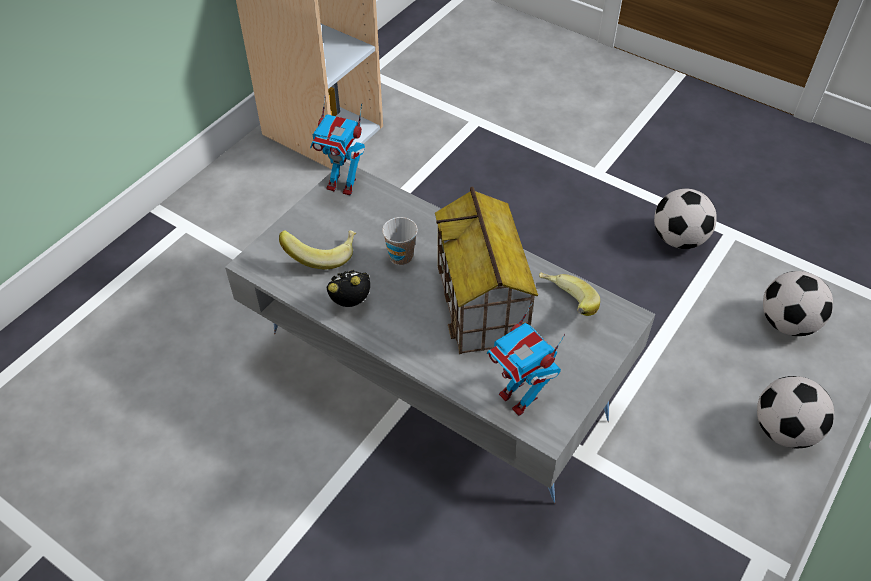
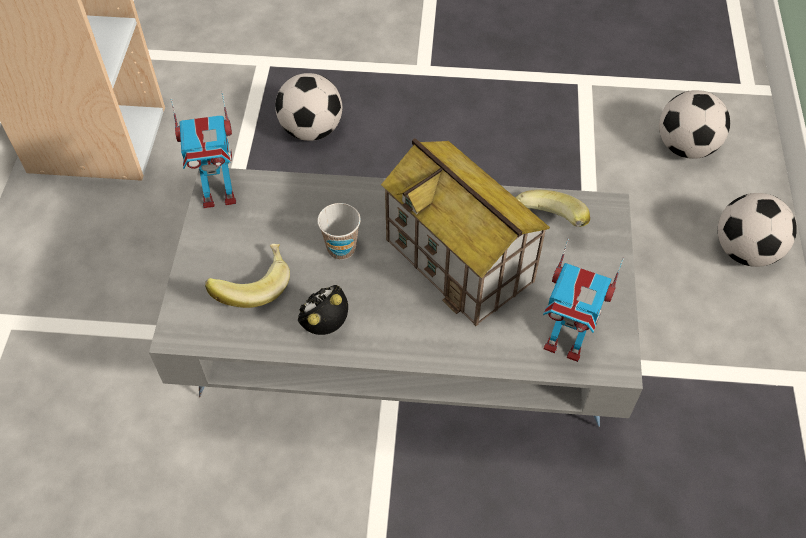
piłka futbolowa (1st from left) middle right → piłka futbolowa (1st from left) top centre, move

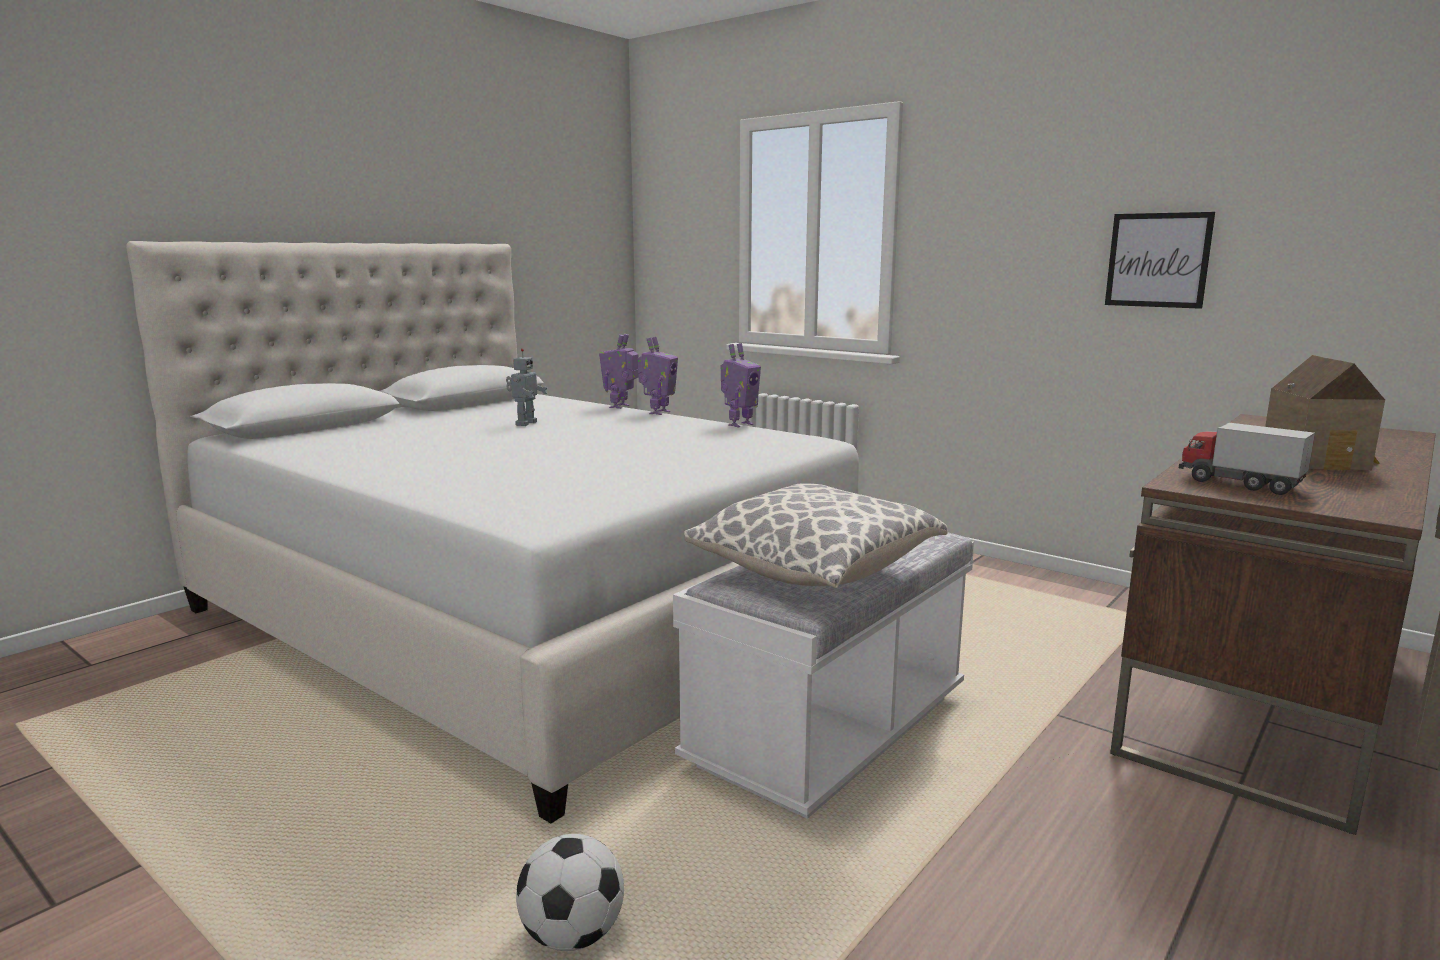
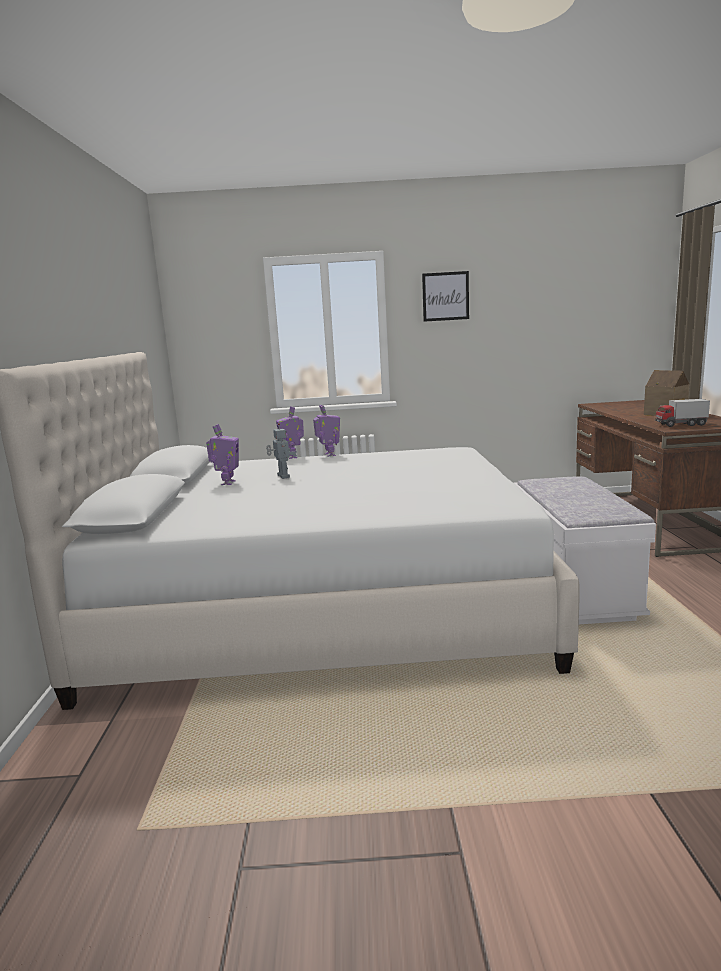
piłka futbolowa bottom centre → -
poduszka centre → -
robot zabawkowy (4th from left in the first image) centre → robot zabawkowy (1st from left) middle left, move
obraz top right → obraz top centre, move

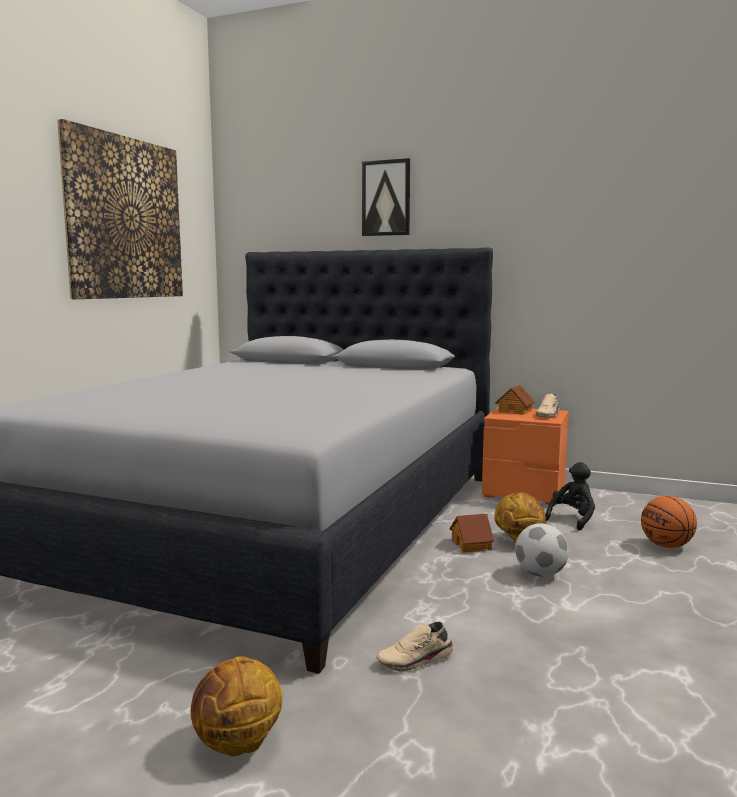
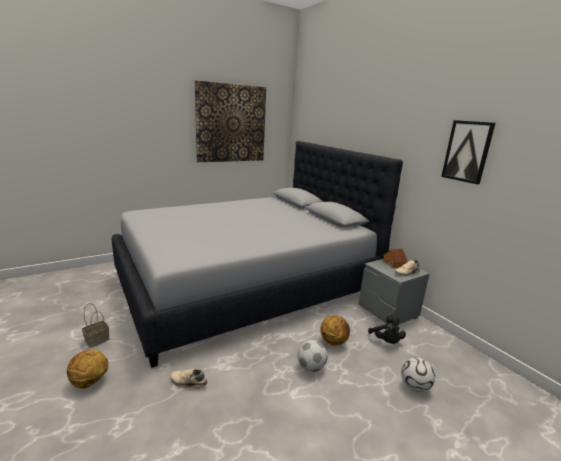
obraz (2nd from left) top centre → obraz (2nd from left) top right, move
domek (1st from left) bottom centre → -
szafka nocna [pomarańczowy] middle right → szafka nocna [szary] middle right
pluszak [czarny] middle right → pluszak [czarny] bottom right, 90 degrees clockwise
piłka do koszykówki (3rd from left) middle right → piłka futbolowa (2nd from left) bottom right
- → koszyk bottom left

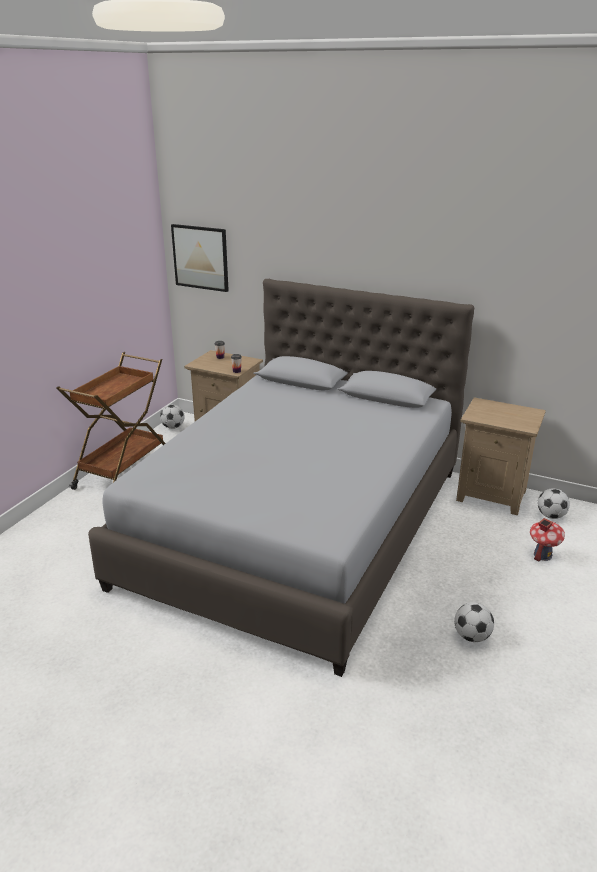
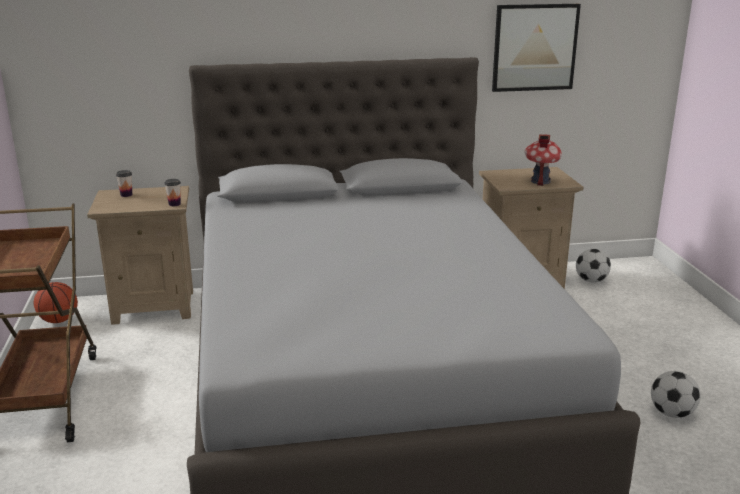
piłka futbolowa (1st from left) middle left → piłka do koszykówki middle left
obraz top centre → obraz top right, move
domek middle right → domek top right, move

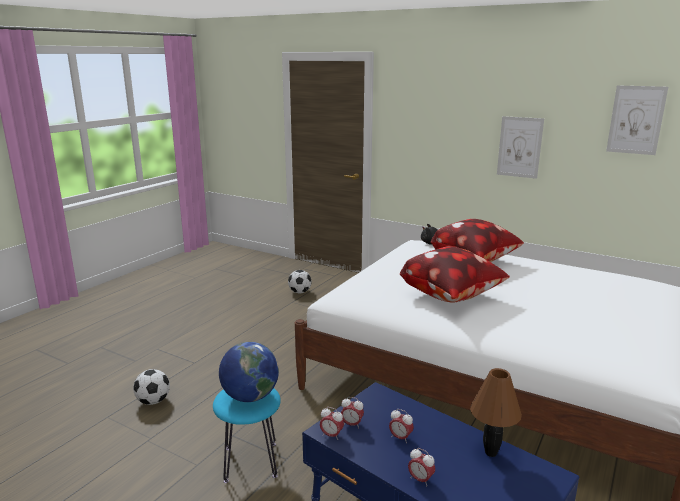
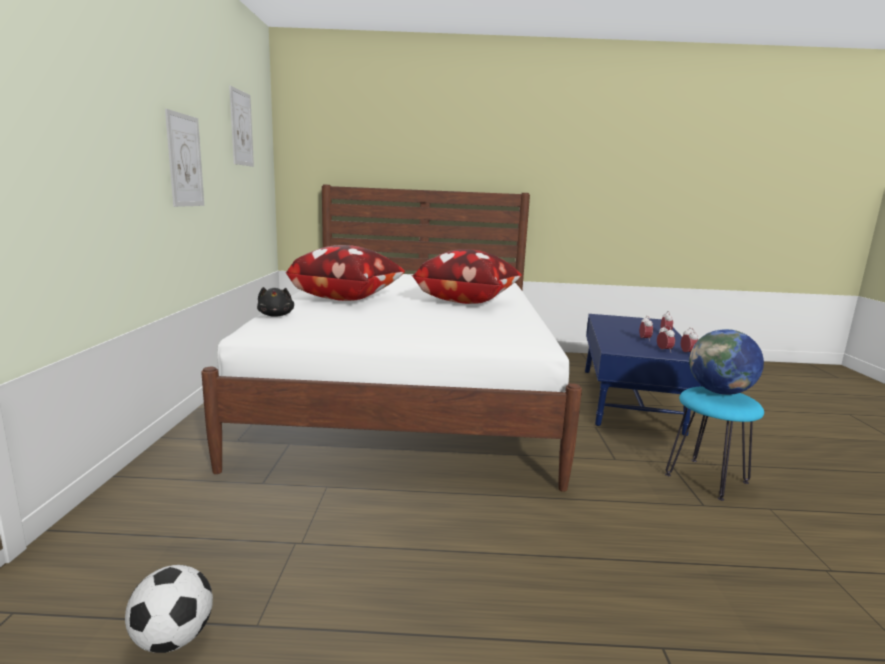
piłka futbolowa (1st from left) bottom left → -
lampa stołowa [brązowy] bottom right → -

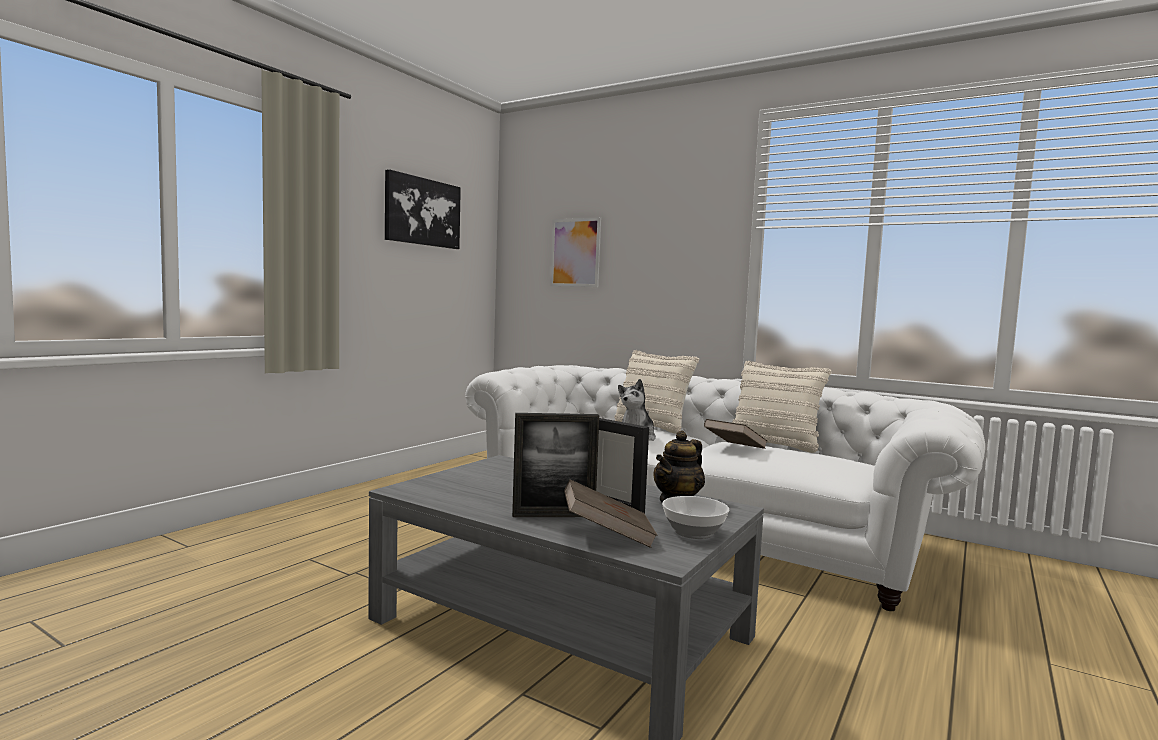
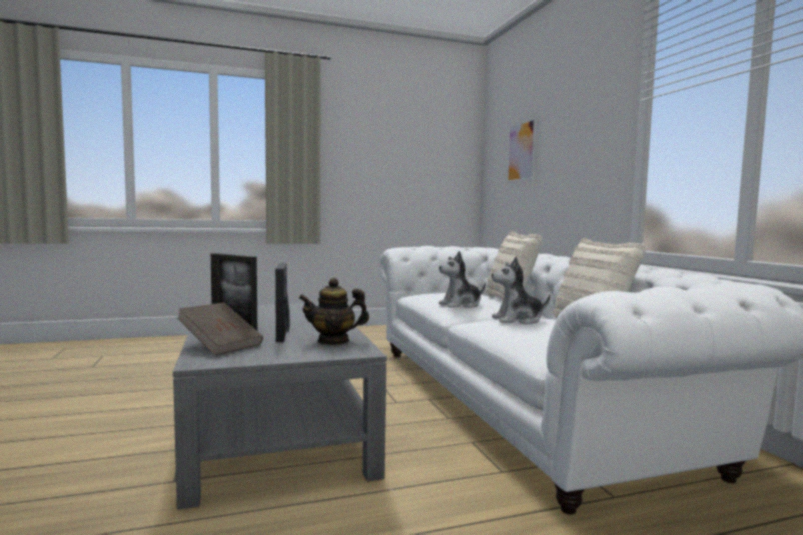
obraz (1st from left) top centre → -
miska bottom centre → -
książka [brązowy] (2nd from left) centre → pluszak (2nd from left) centre

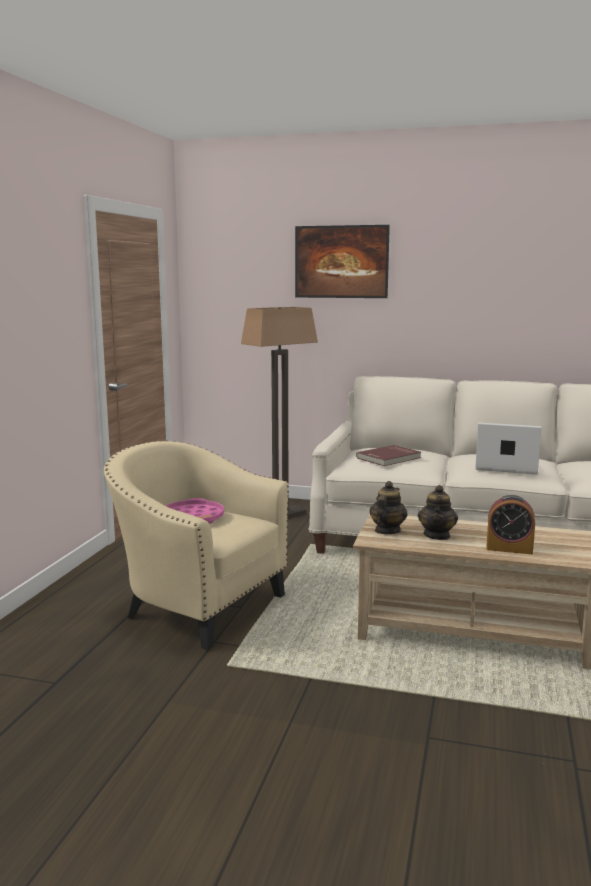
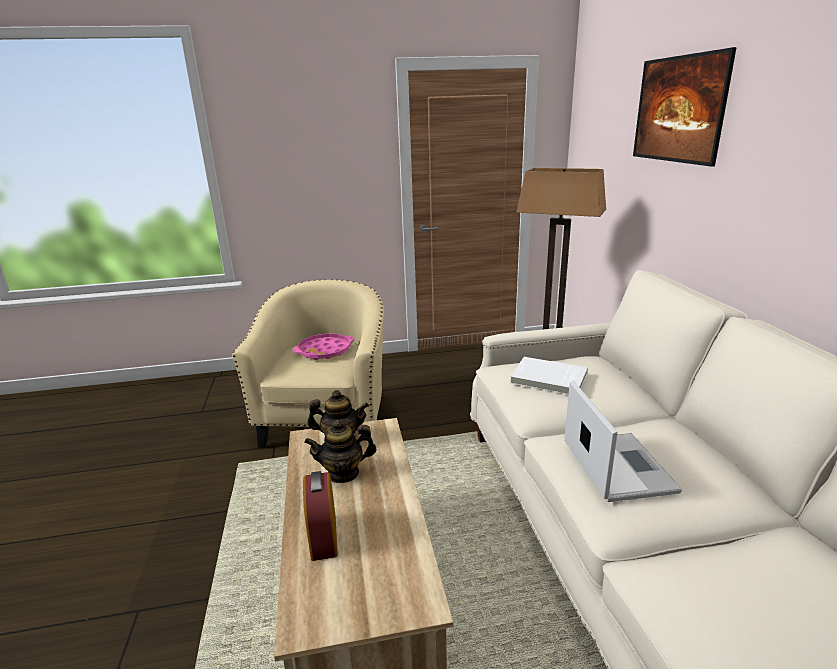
książka [czerwony] centre → książka [biały] centre

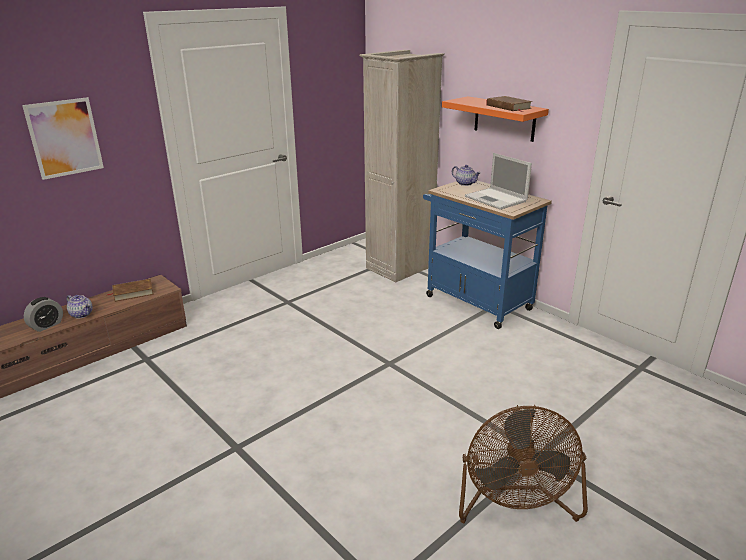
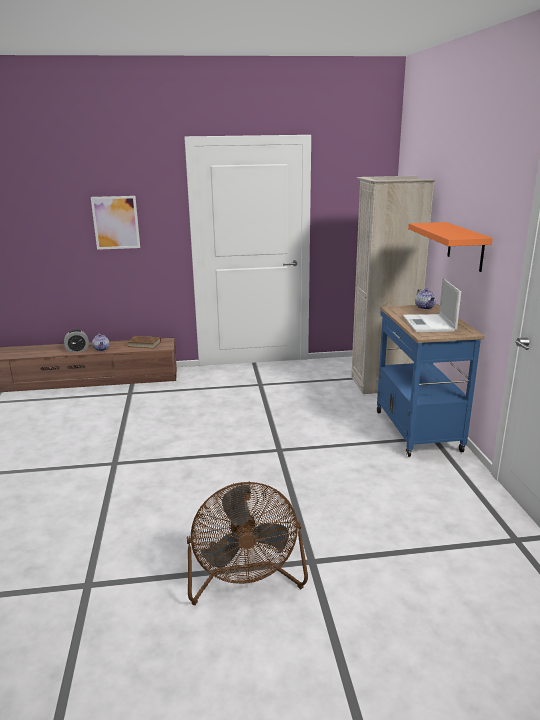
wentylator [brązowy] bottom right → wentylator [brązowy] bottom centre, 45 degrees counterclockwise
książka [brązowy] (2nd from left) top right → -

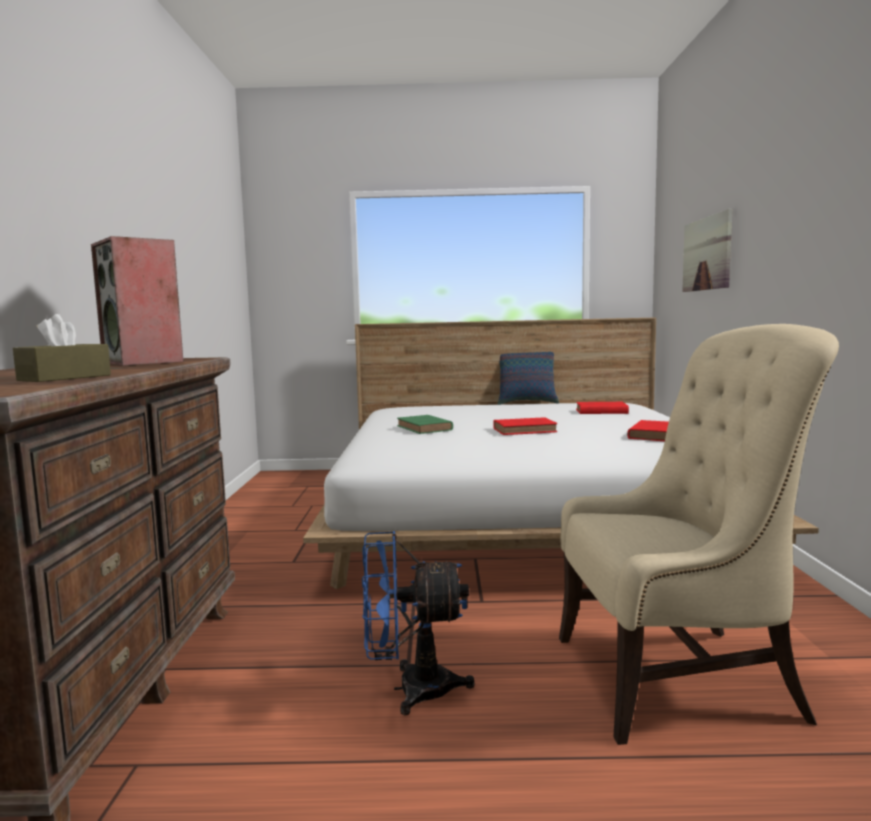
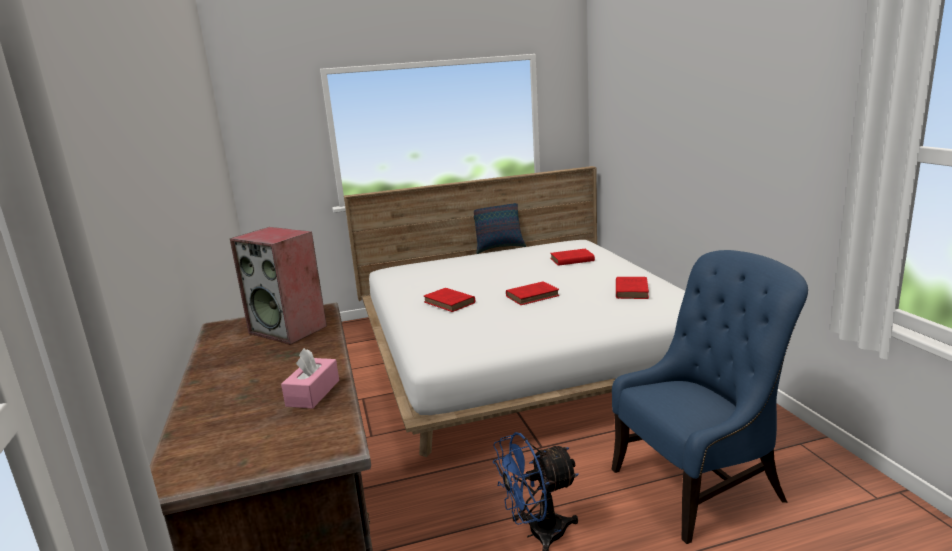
pudełko chusteczek [brązowy] middle left → pudełko chusteczek [różowy] bottom left
książka [zielony] centre → książka [czerwony] (1st from left) centre
krzesło [beżowy] middle right → krzesło [niebieski] bottom right
obraz top right → -

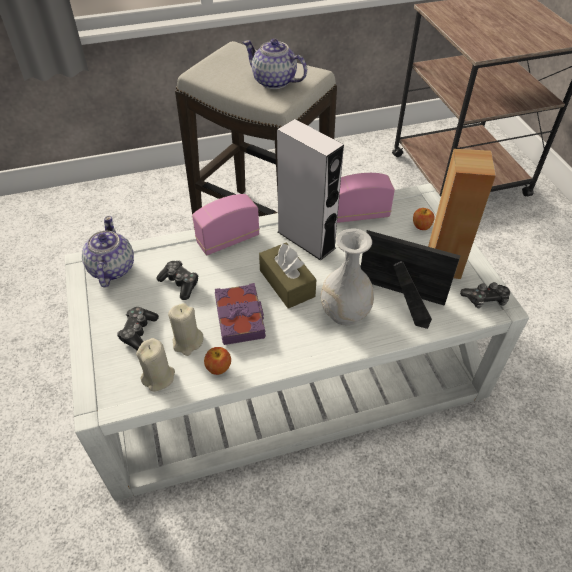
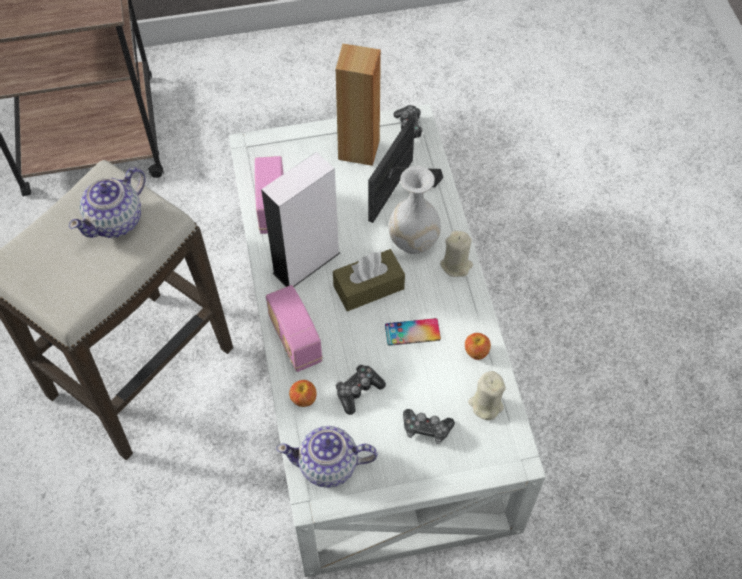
świeca [beżowy] (2nd from left in the first image) middle left → świeca [beżowy] (1st from left) centre, move
książka [fioletowy] centre → telefon centre
jabłko (2nd from left in the first image) middle right → jabłko (1st from left) bottom centre, move

